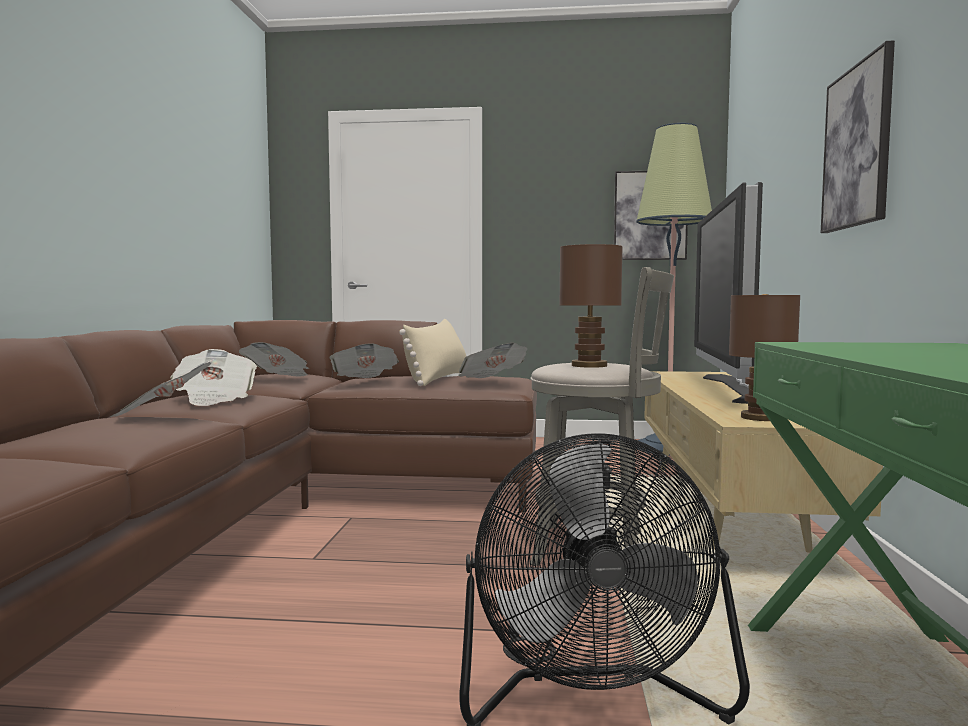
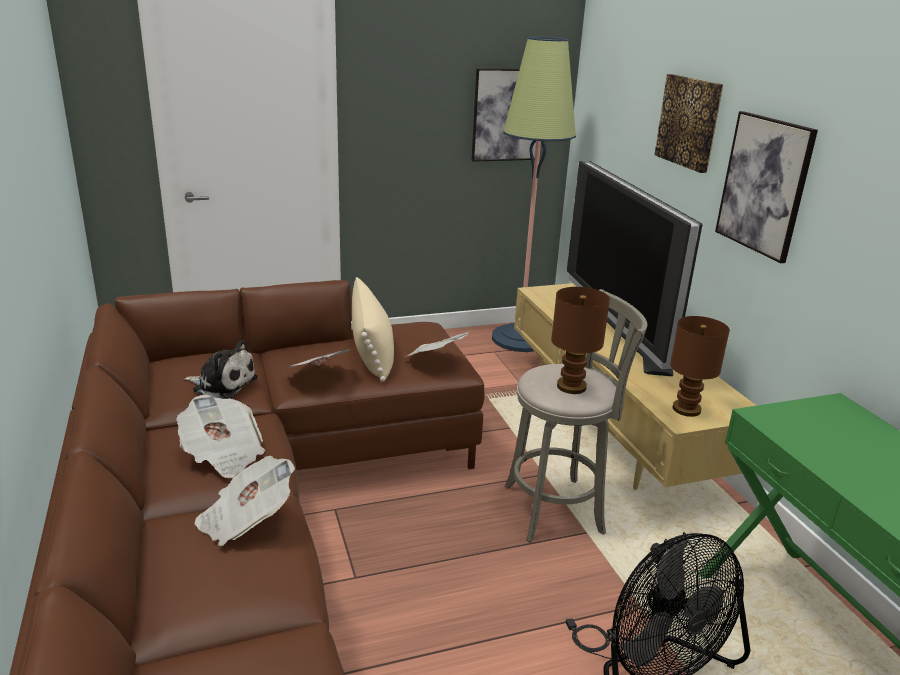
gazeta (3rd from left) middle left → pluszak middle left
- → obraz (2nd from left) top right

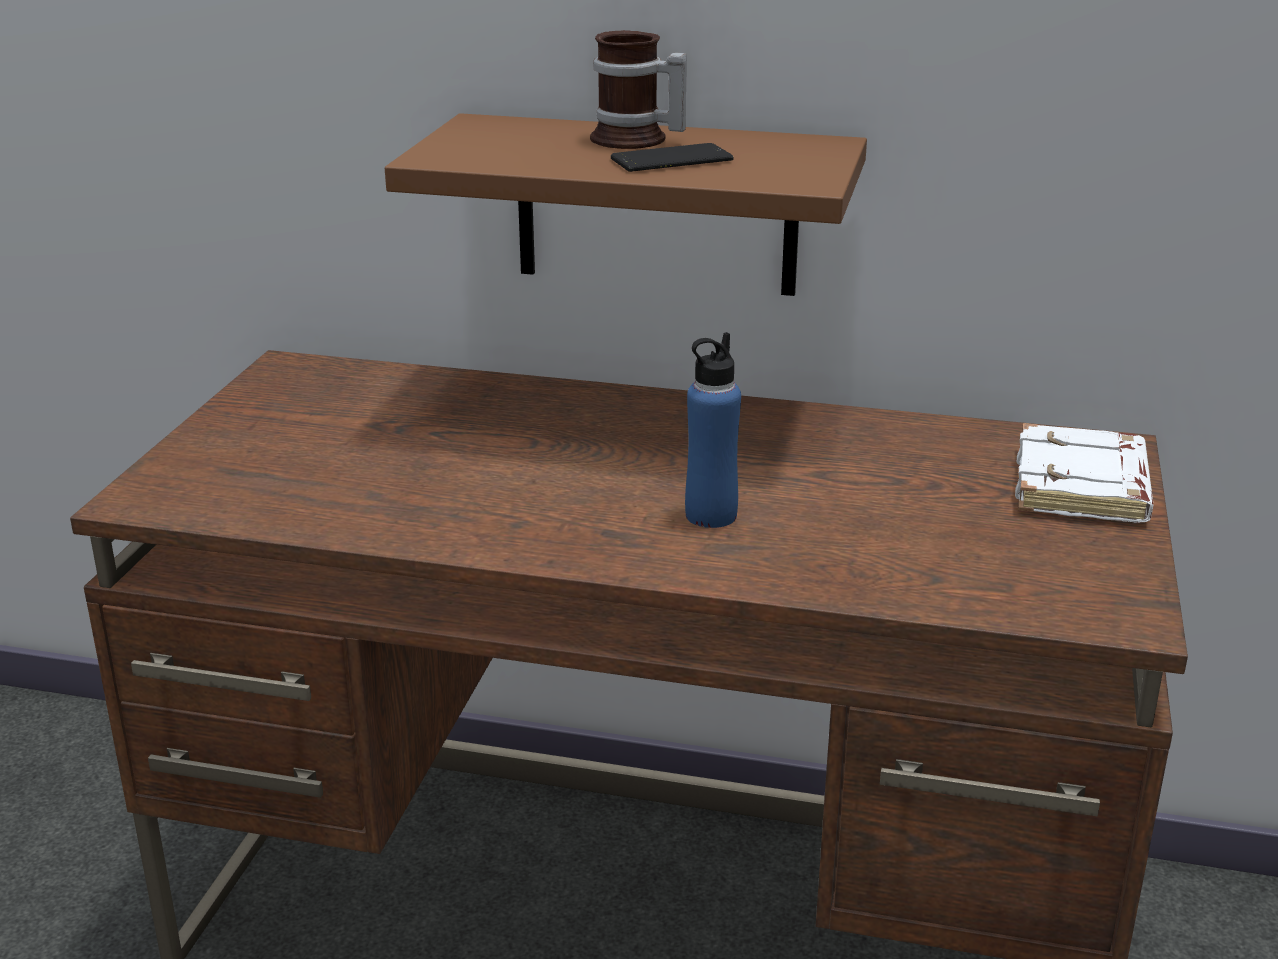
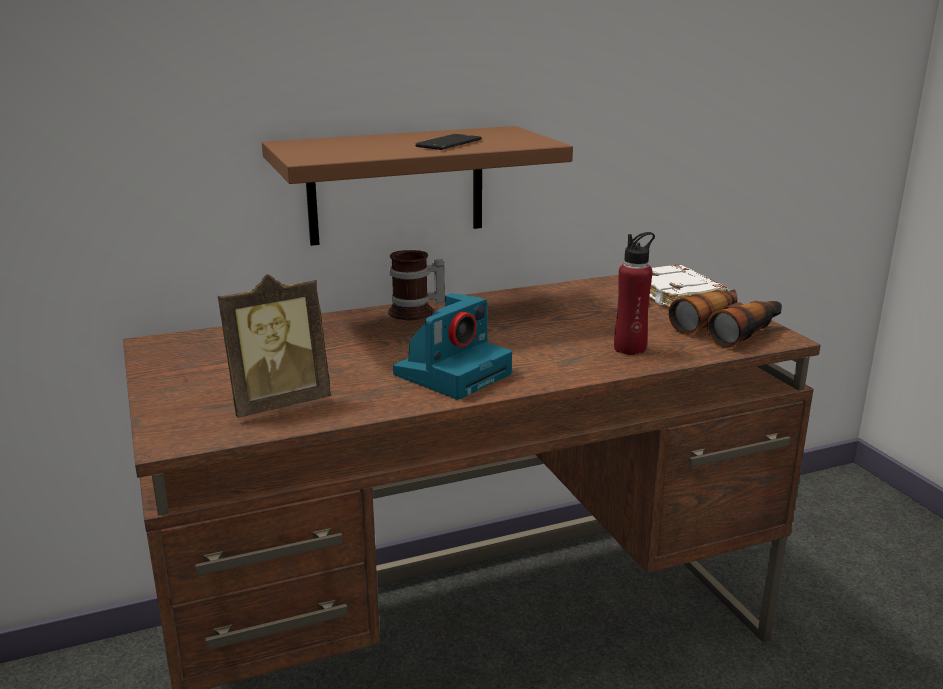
kubek top centre → kubek centre, move
butelka [niebieski] centre → -
- → ramka na zdjęcie middle left
- → aparat fotograficzny centre
- → butelka [czerwony] middle right
- → lornetka middle right

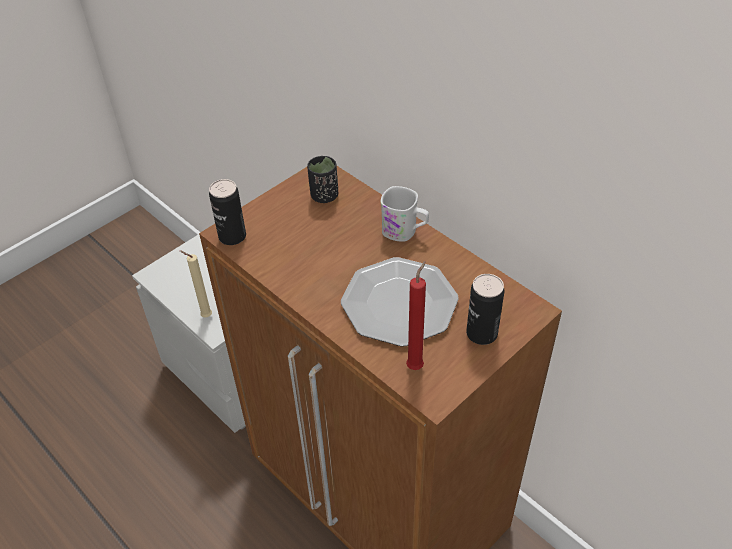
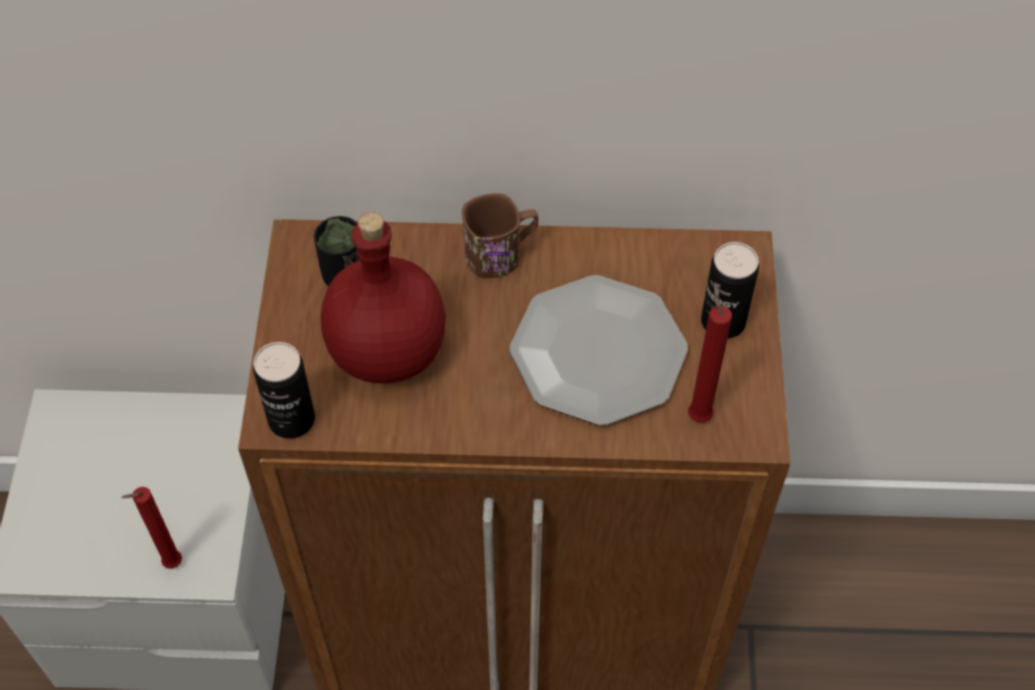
świeca [beżowy] middle left → świeca [czerwony] (1st from left) bottom left
kubek [biały] centre → kubek [brązowy] centre
- → butelka [czerwony] centre

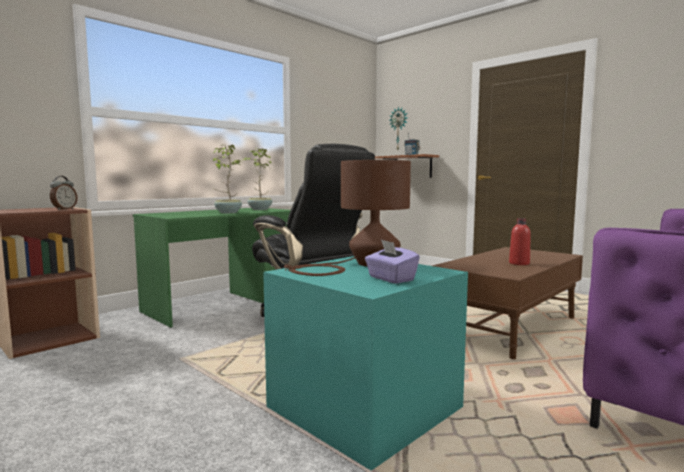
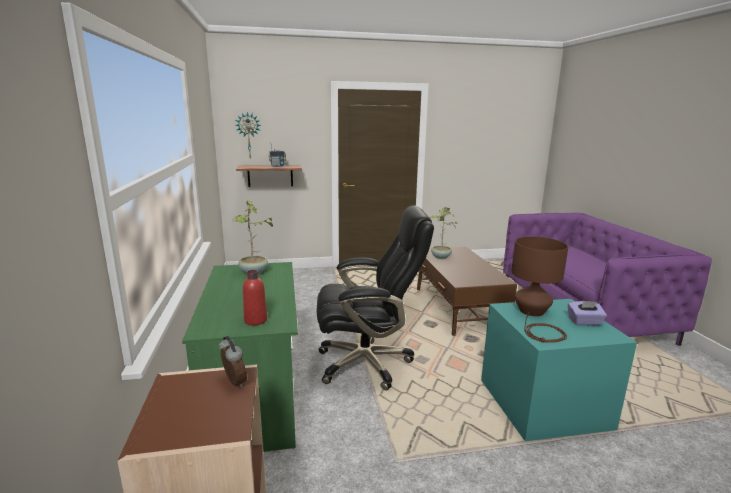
roślina doniczkowa (1st from left in the first image) middle left → roślina doniczkowa (2nd from left) centre, move
butelka [czerwony] middle right → butelka [czerwony] centre, move

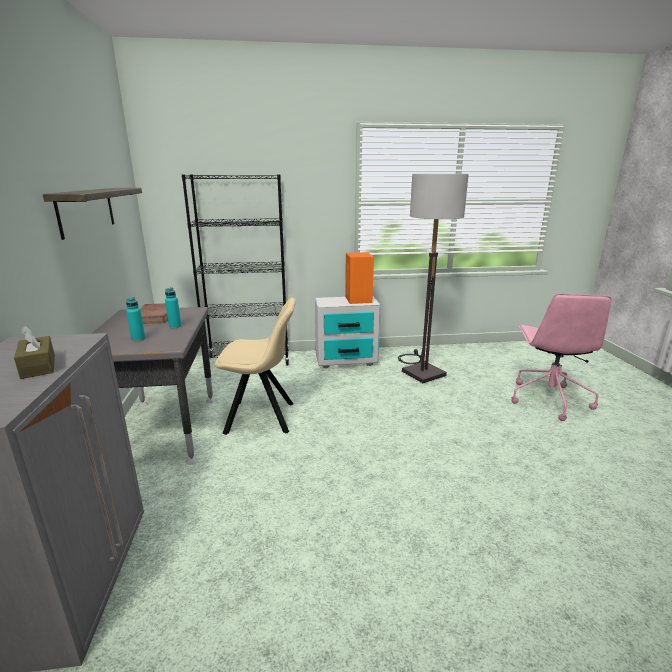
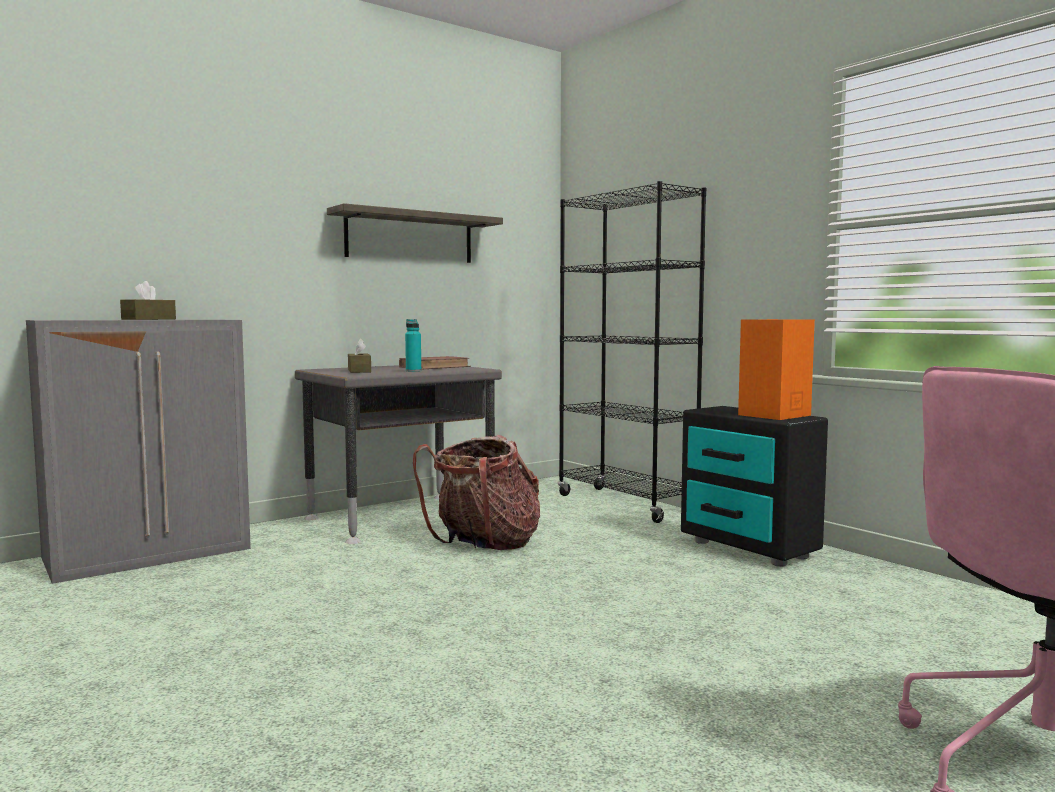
butelka [turkusowy] (1st from left) middle left → pudełko chusteczek [brązowy] (2nd from left) centre
krzesło [beżowy] centre → plecak centre
szafka nocna [biały] centre → szafka nocna [czarny] middle right
lampa stojąca centre → -

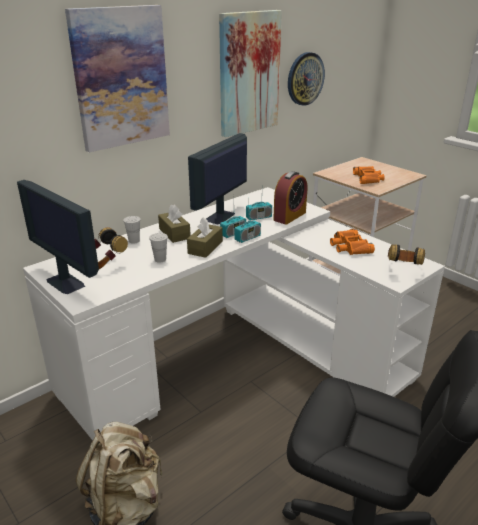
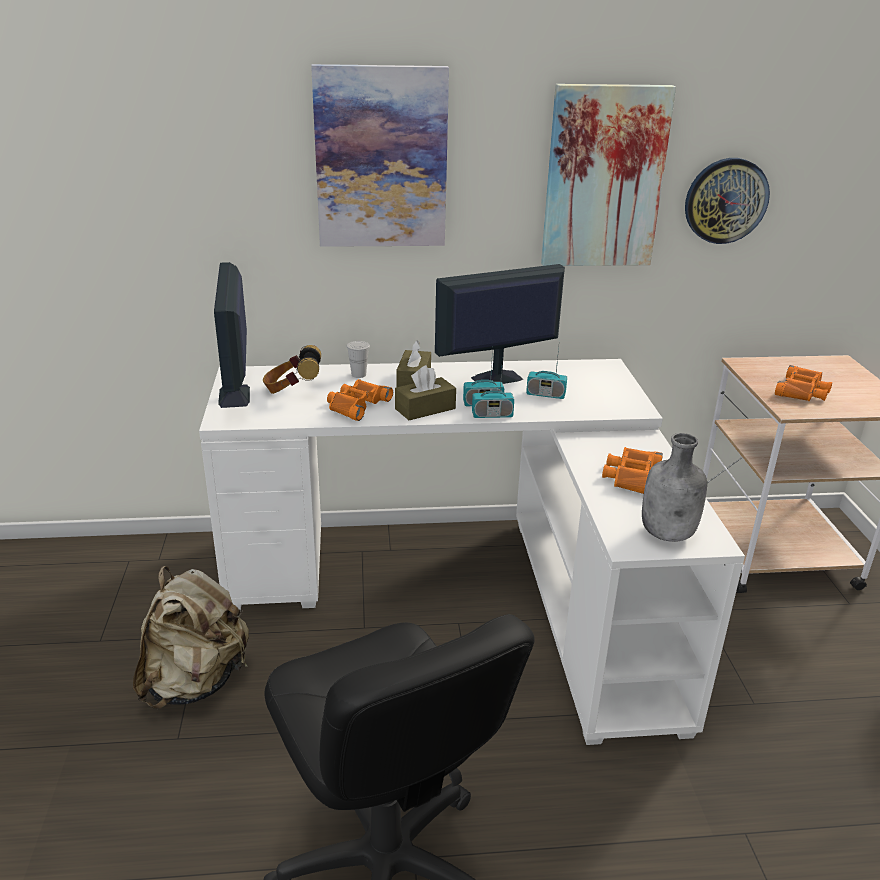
filiżanka [biały] (2nd from left) middle left → lornetka [pomarańczowy] (1st from left) centre
budzik centre → -
słuchawki (2nd from left) middle right → butelka [szary] middle right

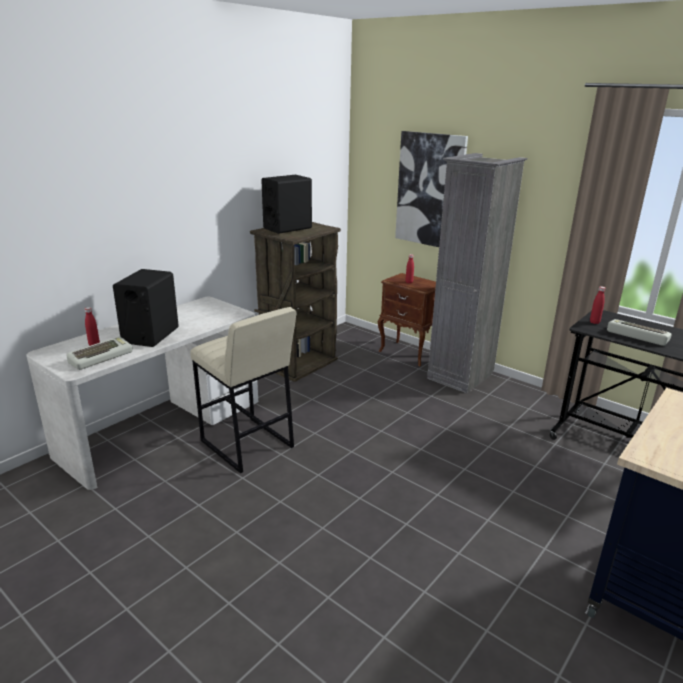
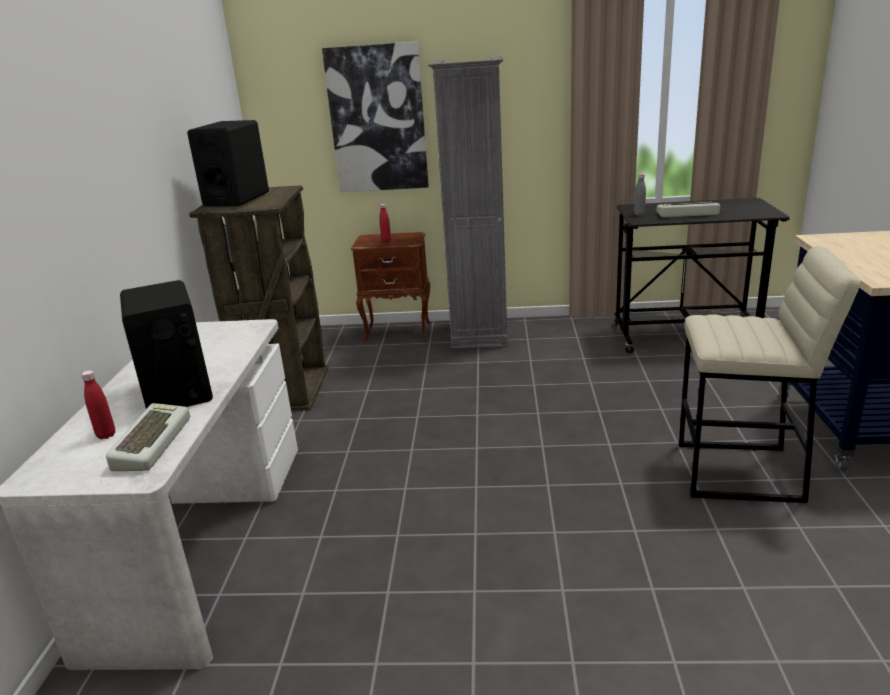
stołek [beżowy] centre → stołek [beżowy] middle right, move
butelka [czerwony] (3rd from left) middle right → butelka [szary] top right

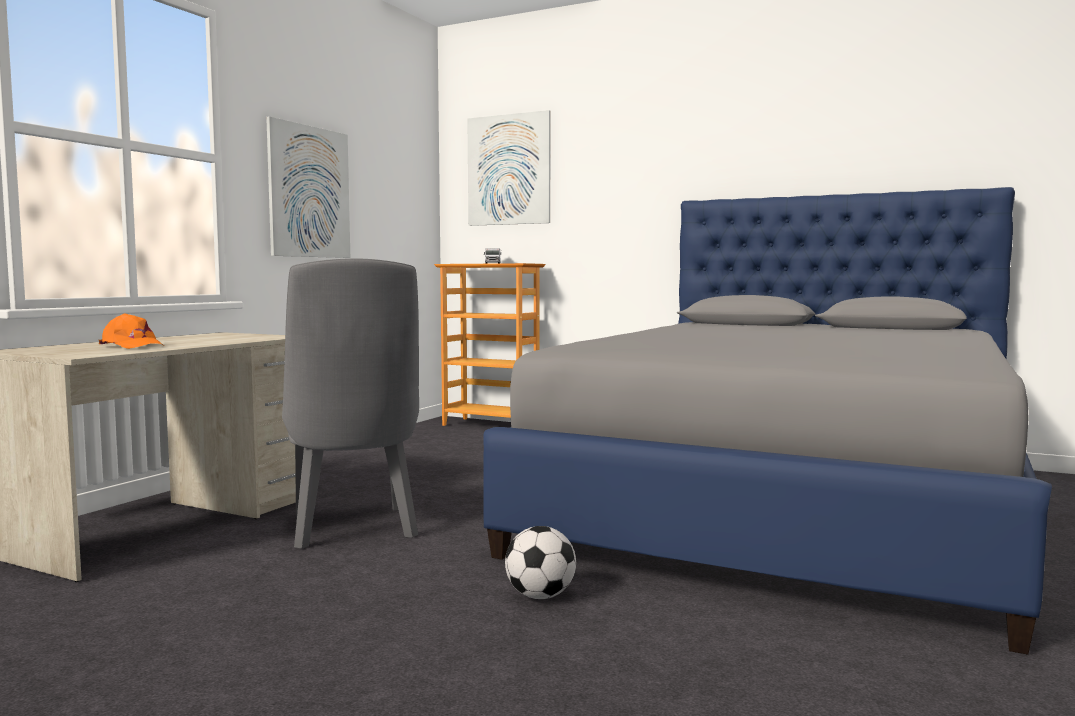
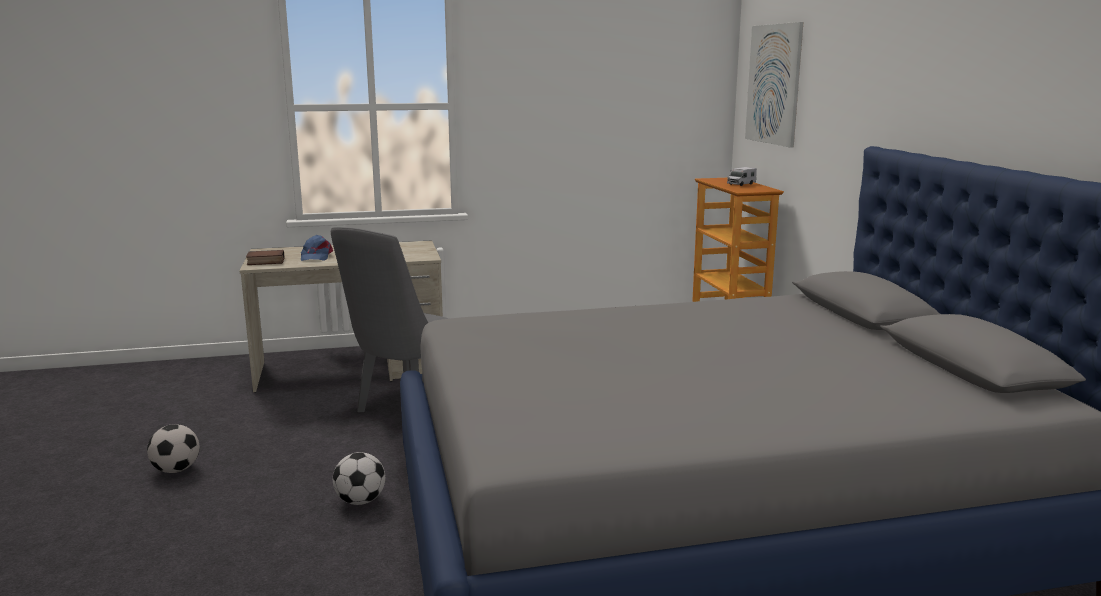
czapka z daszkiem [pomarańczowy] middle left → czapka z daszkiem [niebieski] middle left
obraz (1st from left) top left → -
- → piłka futbolowa (1st from left) bottom left
- → książka middle left

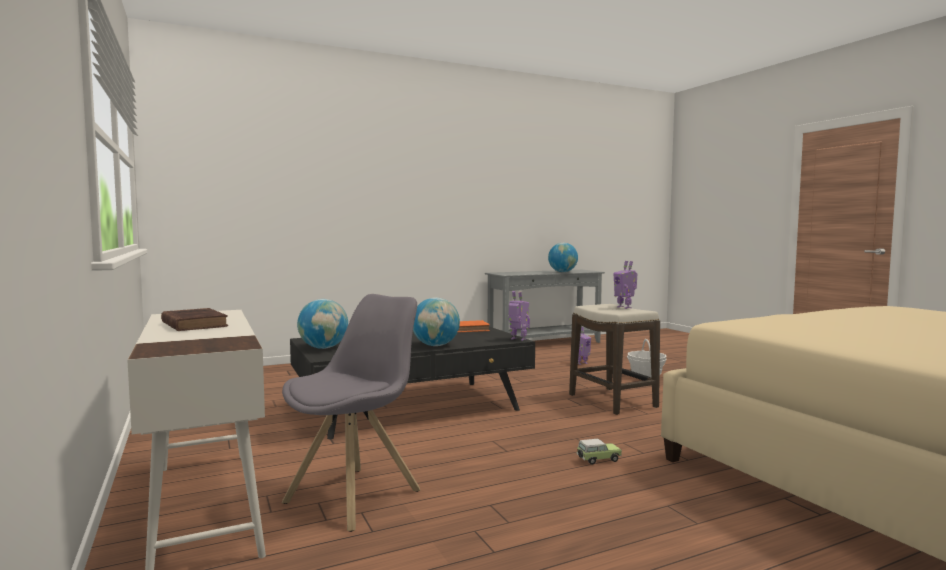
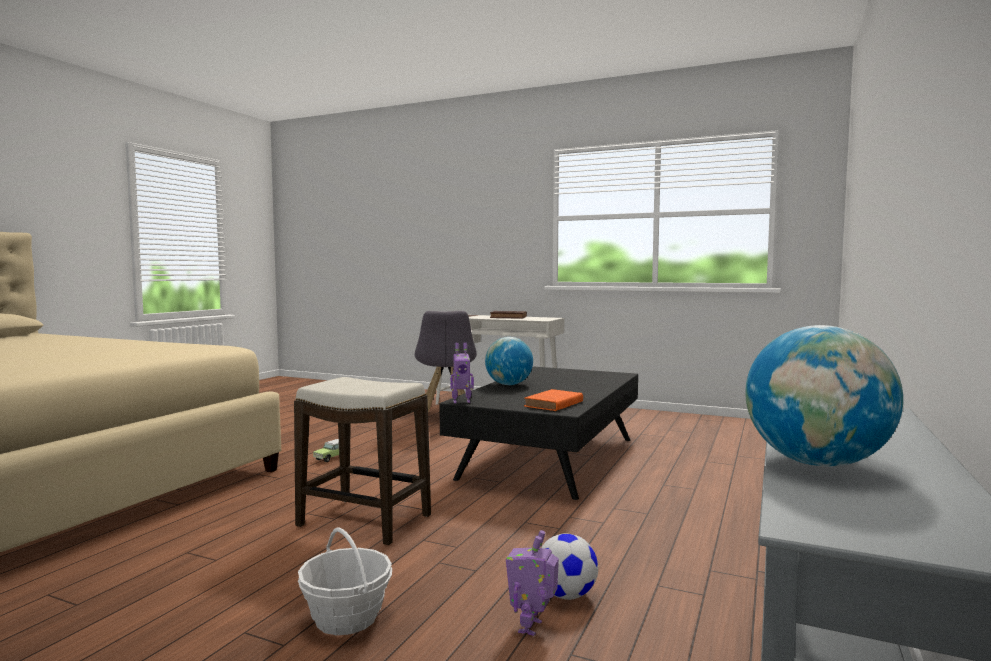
globus (1st from left) centre → -
robot zabawkowy (3rd from left) centre → -
- → piłka futbolowa bottom centre

